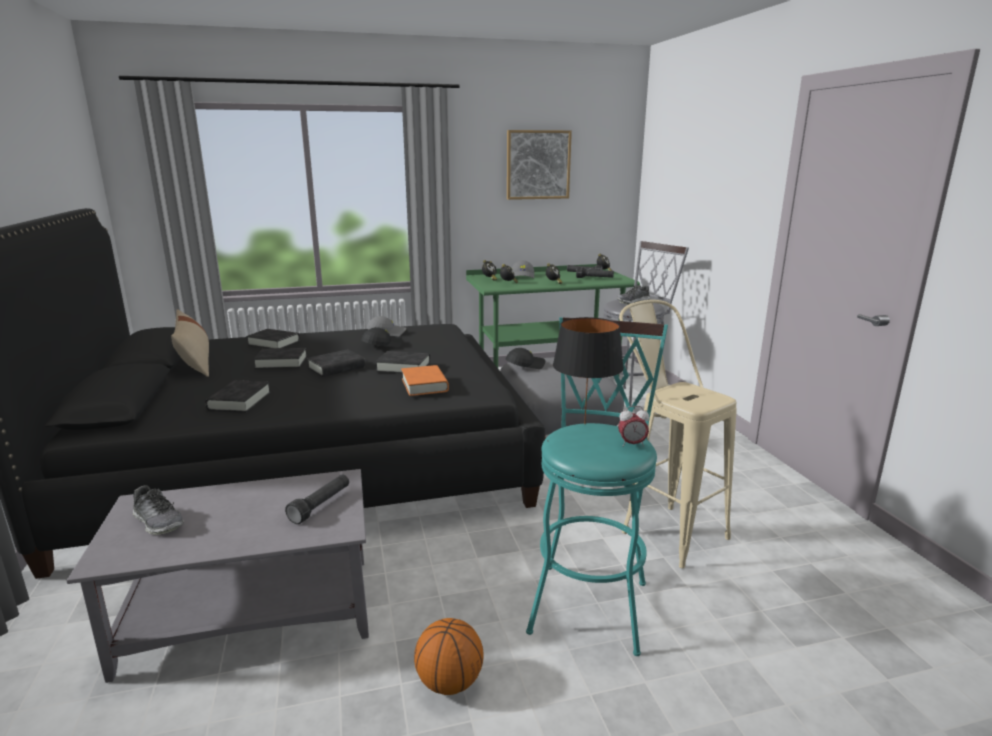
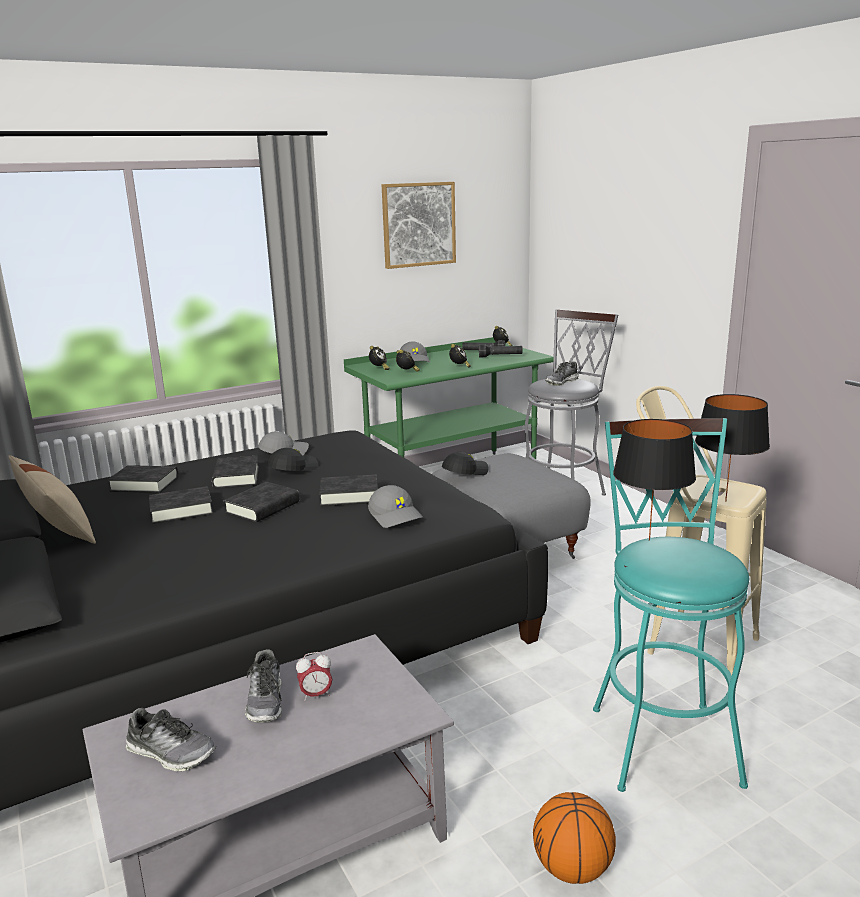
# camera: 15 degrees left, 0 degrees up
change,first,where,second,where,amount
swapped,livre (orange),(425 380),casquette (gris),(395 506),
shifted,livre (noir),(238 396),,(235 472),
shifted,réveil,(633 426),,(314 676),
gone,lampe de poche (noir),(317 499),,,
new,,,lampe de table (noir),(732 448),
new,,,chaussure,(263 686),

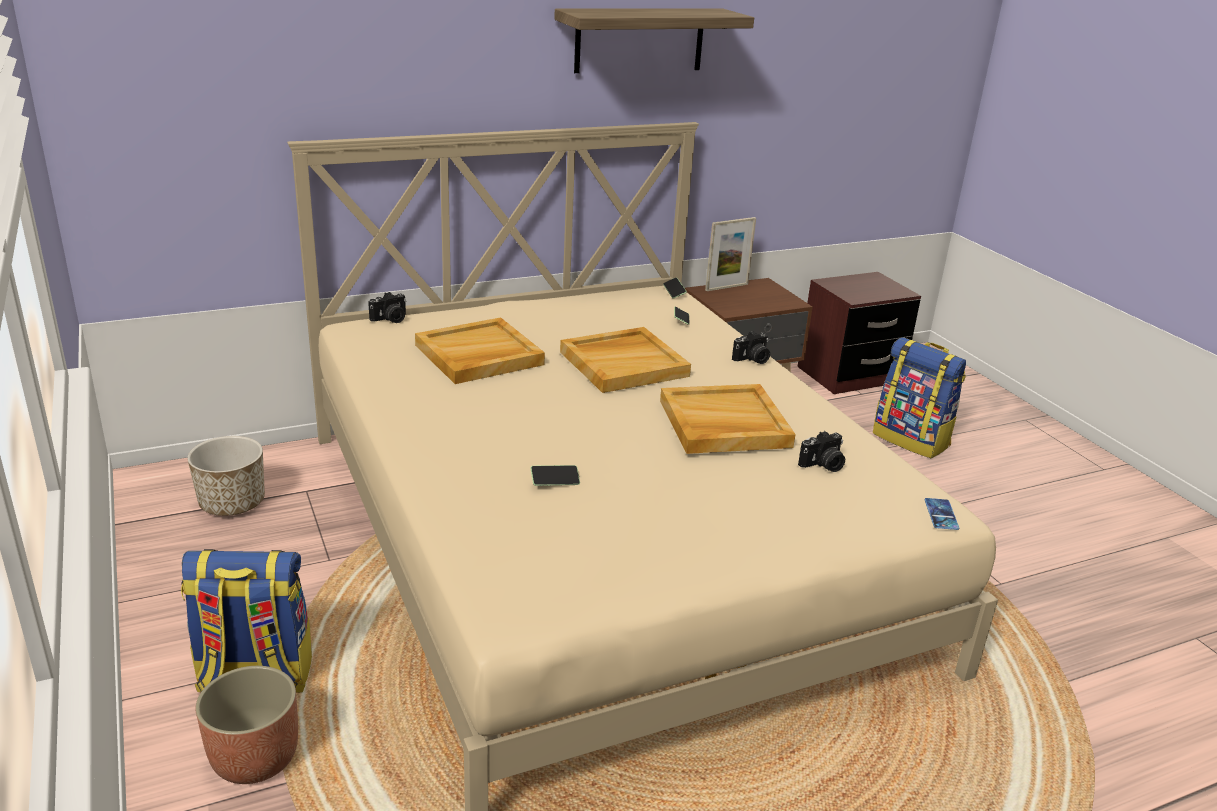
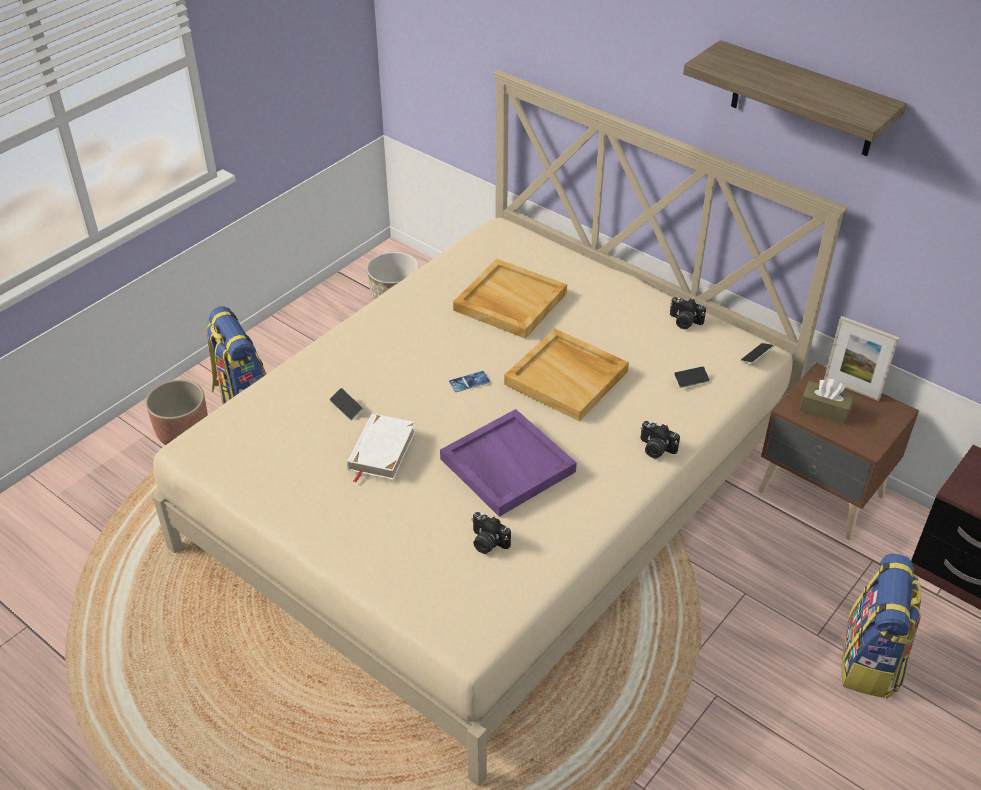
# camera: 65 degrees right, 15 degrees up
change,first,where,second,where,amount
shifted,appareil photo,(387 307),,(688 313),
repainted,plateau (beige),(728 419),plateau (violet),(508 463),
shifted,téléphone,(942 514),,(469 381),
new,,,boîte à mouchoirs (marron),(827 401),
new,,,livre (blanc),(381 447),

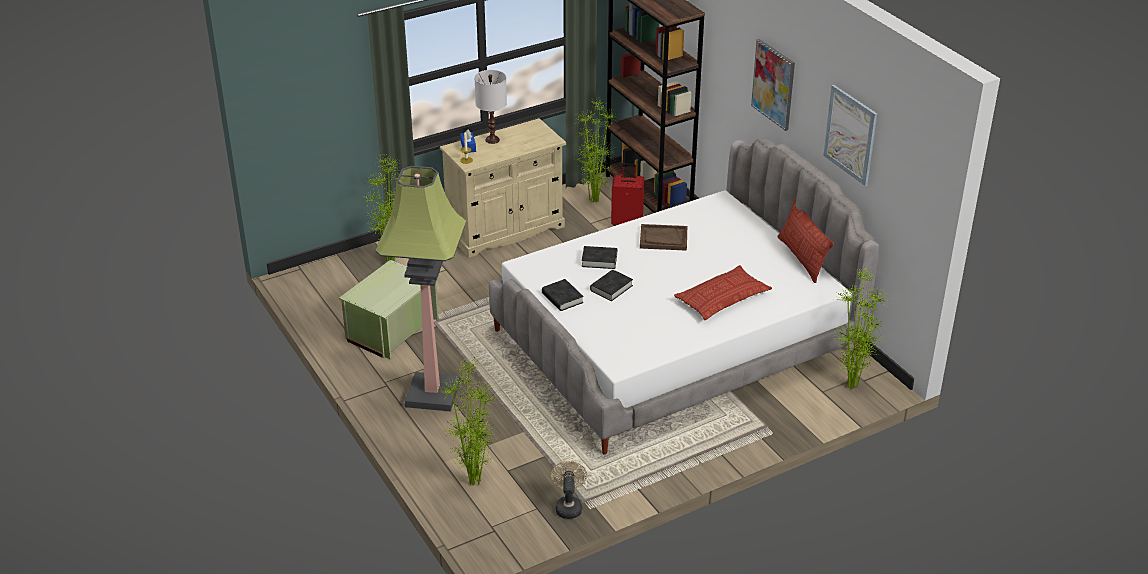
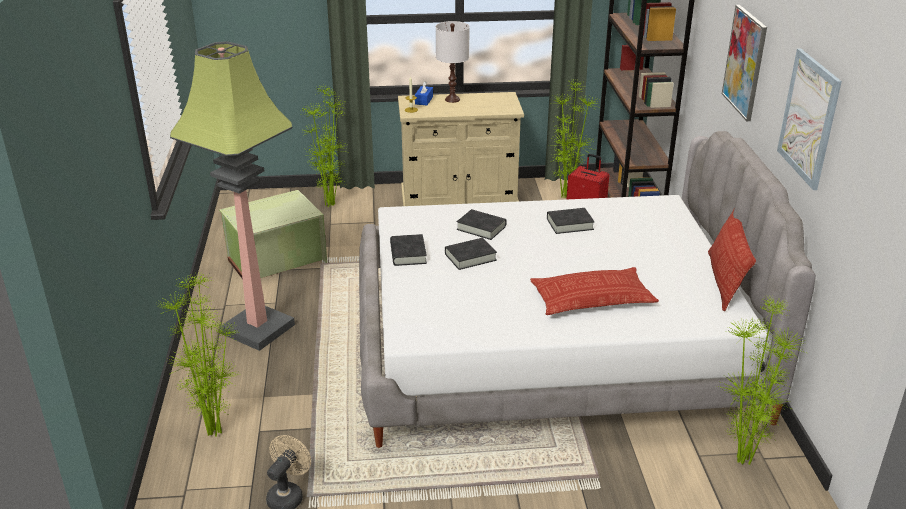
# camera: 25 degrees right, 5 degrees down
change,first,where,second,where,amount
swapped,plateau (marron),(663 237),livre (noir),(571 221),

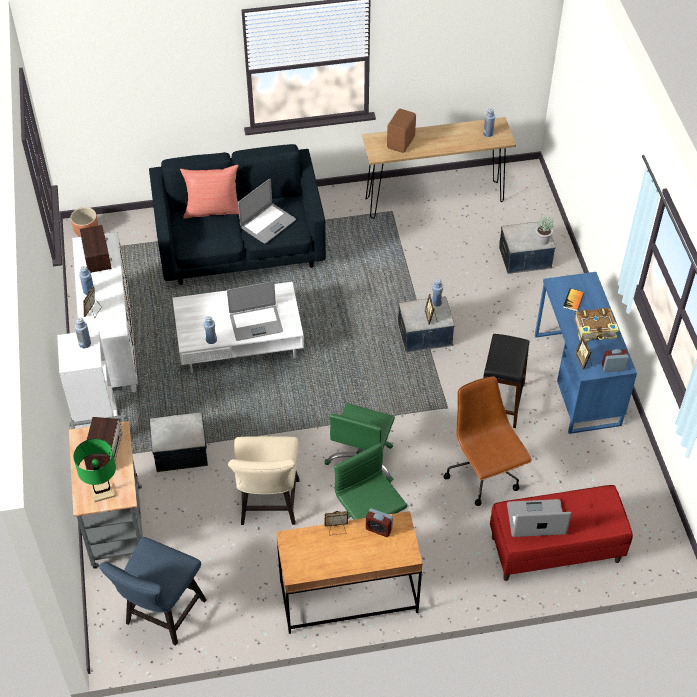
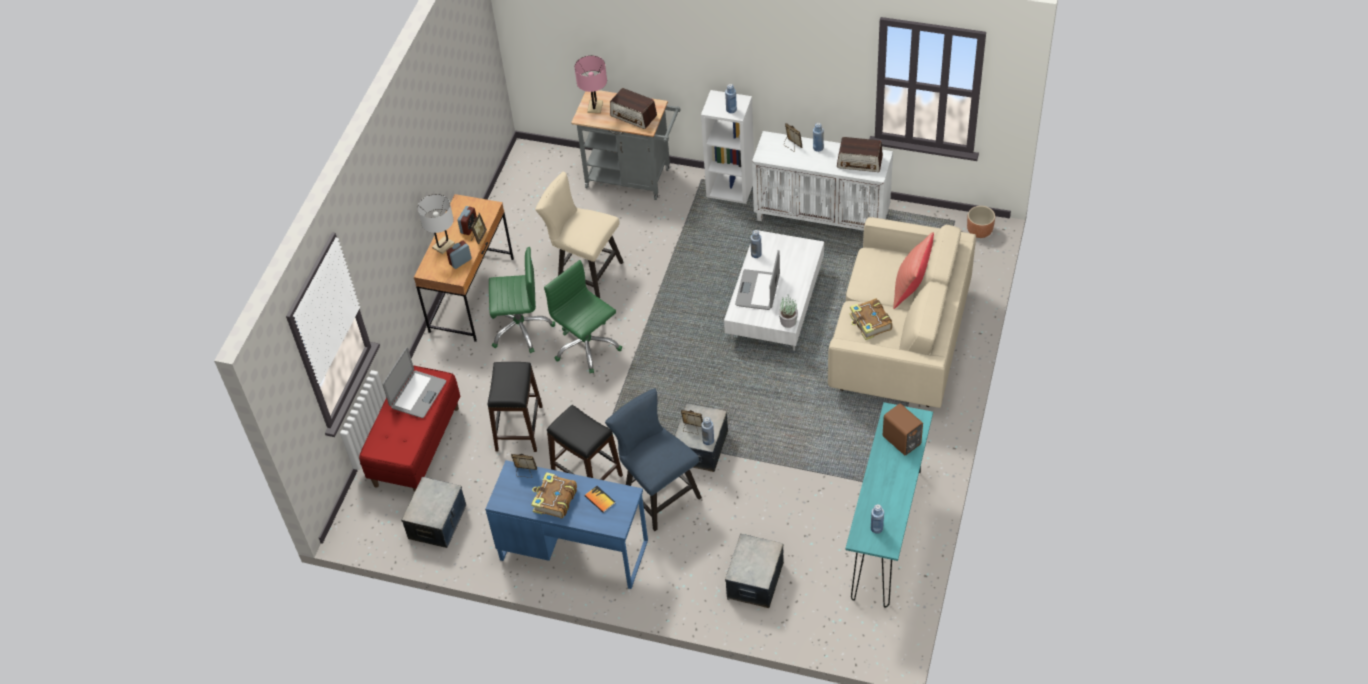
# camera: 120 degrees right, 0 degrees up
change,first,where,second,where,amount
repainted,table console (marron),(439 168),table console (turquoise),(889 505),
repainted,canapé (bleu),(237 214),canapé (beige),(902 312),
swapped,ordinateur portable,(267 211),livre,(871 319),
shifted,plante en pot,(544 230),,(788 312),
shifted,réveil,(615 360),,(467 220),
swapped,chaise de bureau (marron),(488 441),tabouret (noir),(515 407),
shifted,boîte de rangement,(179 442),,(433 512),
repainted,lampe de table (vert),(94 470),lampe de table (rose),(590 84),
shifted,chaise (bleu),(153 591),,(653 459),
new,,,lampe de table (blanc),(436 224),

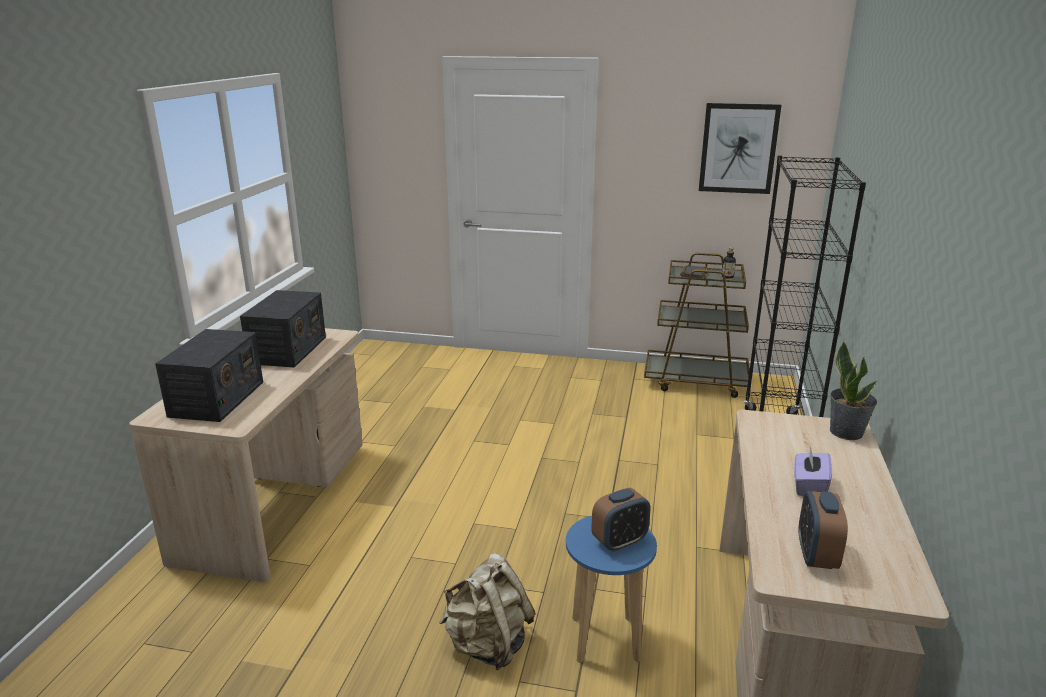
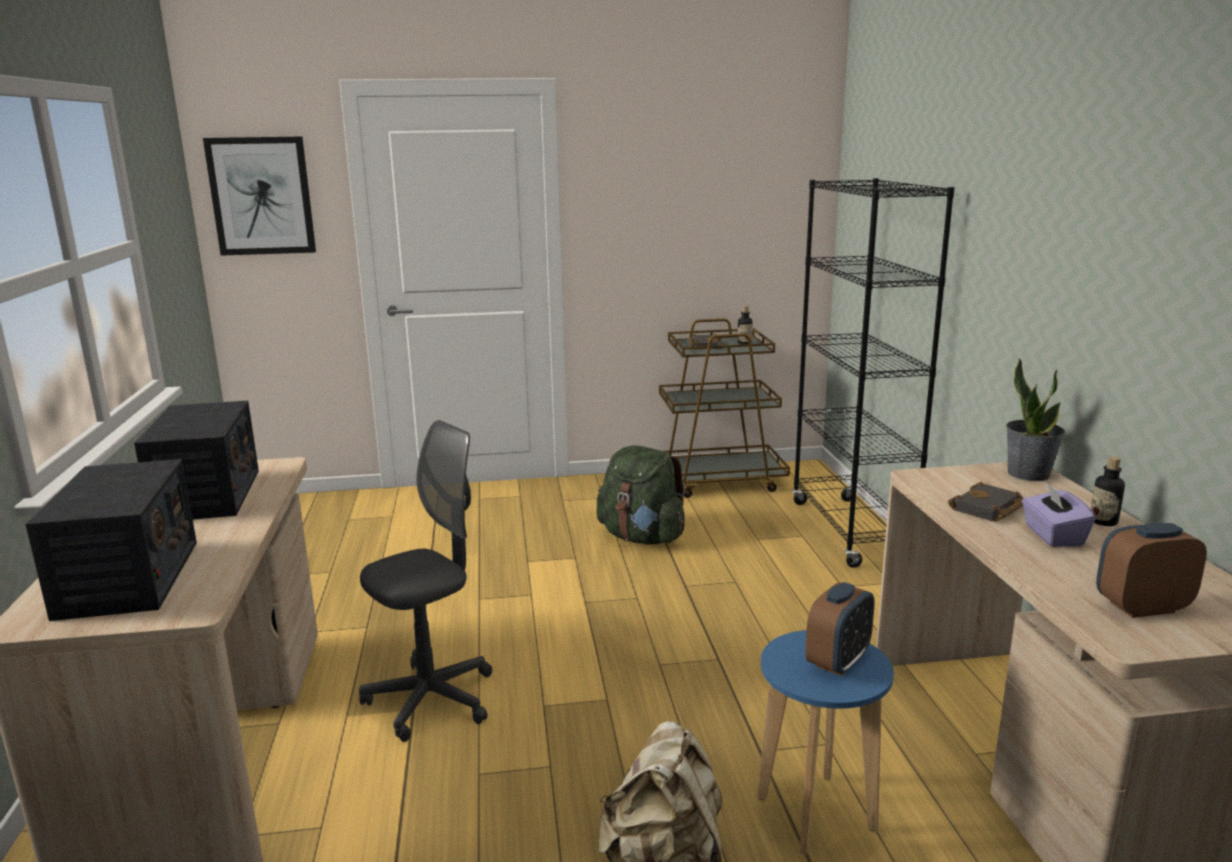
# camera: 20 degrees left, 5 degrees down
change,first,where,second,where,amount
shifted,tableau,(740 148),,(259 196),
rotated,réveil,(823 530),,(1151 570),90 degrees clockwise
new,,,chaise de bureau (gris),(425 581),
new,,,sac à dos (vert),(641 494),
new,,,bouteille,(1108 491),
new,,,livre (noir),(985 502),

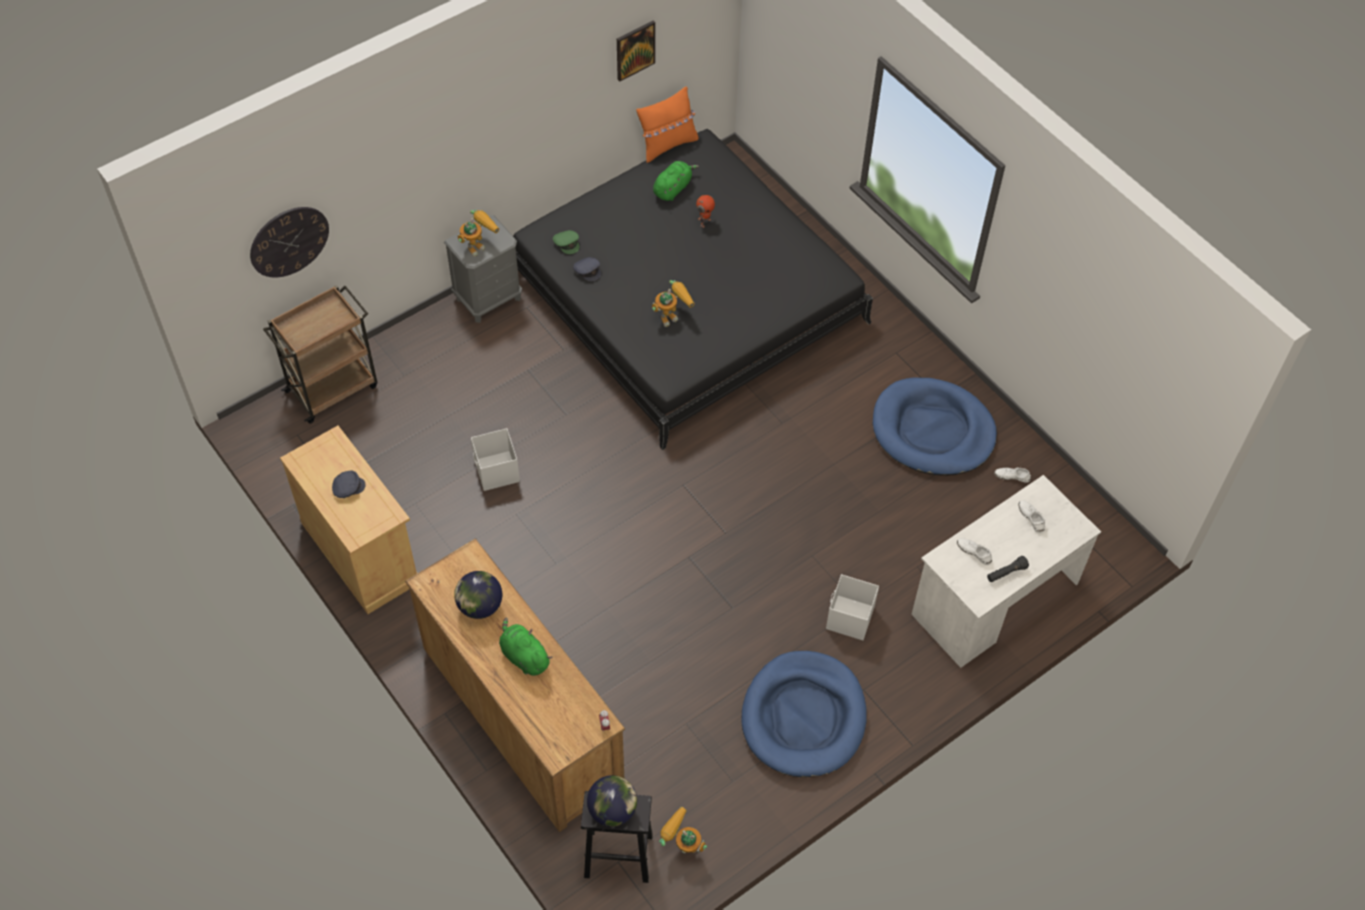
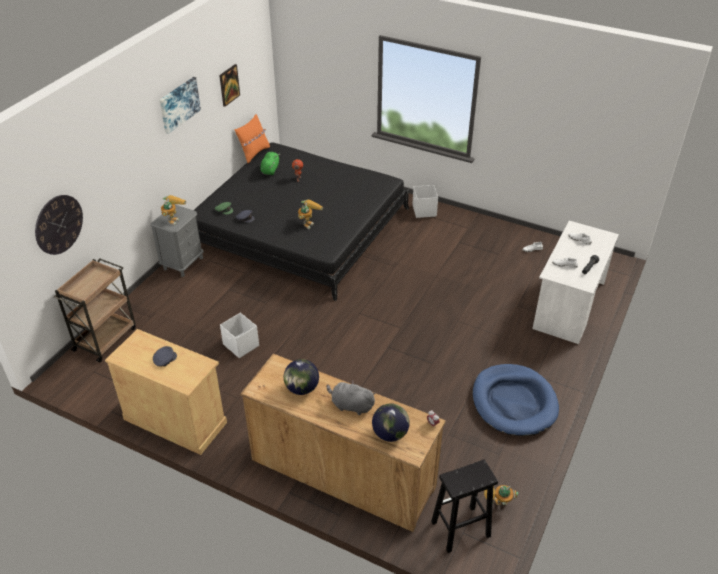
# camera: 25 degrees left, 15 degrees down
change,first,where,second,where,amount
gone,panier pour chien (bleu),(935 427),,,
shifted,boîte de rangement (blanc),(852 607),,(425 201),
repainted,peluche (vert),(526 647),peluche (gris),(351 397),
shifted,globe,(612 801),,(391 422),
new,,,tableau,(180 105),

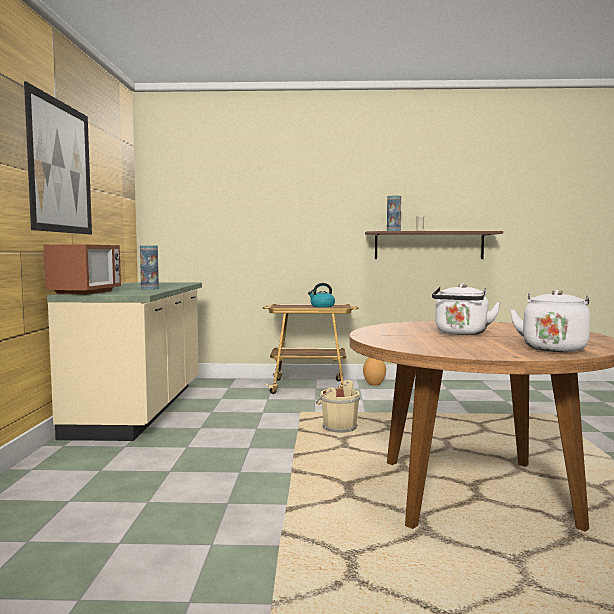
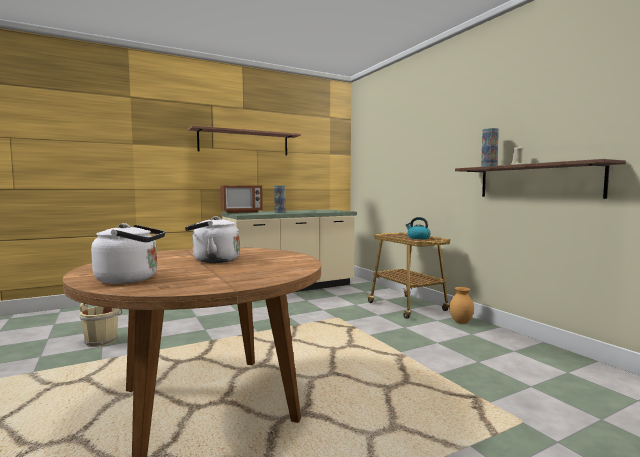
# camera: 60 degrees right, 0 degrees up
change,first,where,second,where,amount
swapped,tableau,(58 158),étagère,(244 140),
shifted,seau (beige),(338 406),,(100 325),

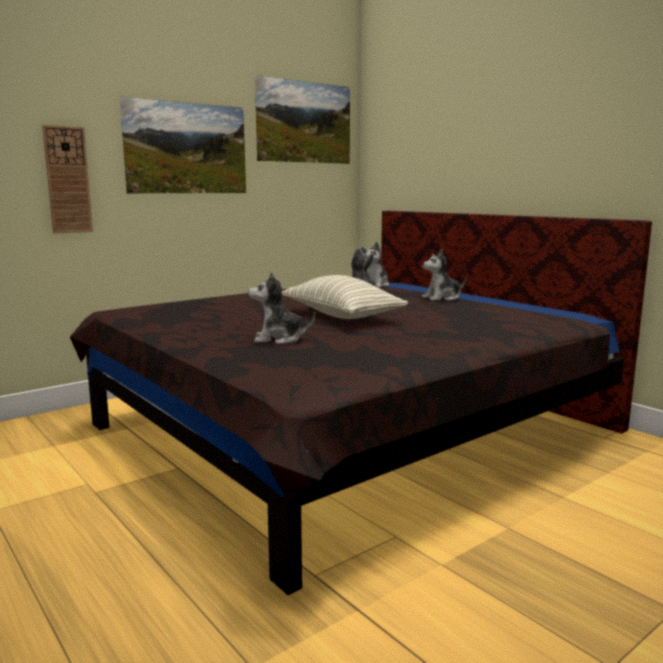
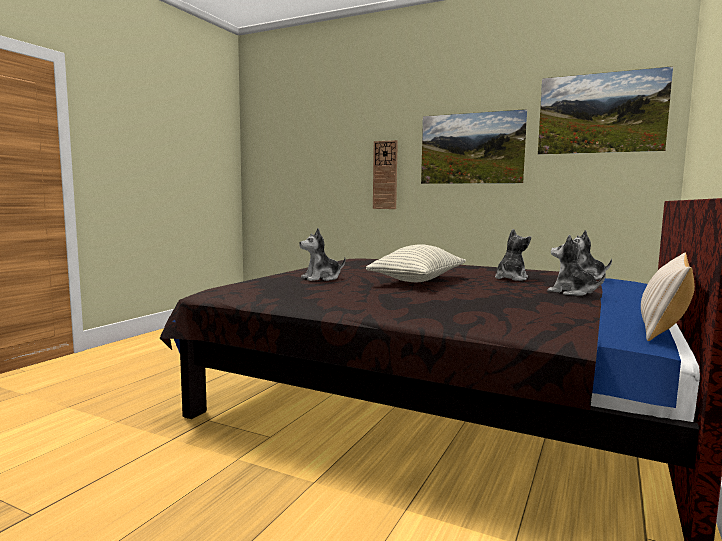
# camera: 65 degrees right, 5 degrees down
change,first,where,second,where,amount
rotated,peluche,(281 308),,(322 254),90 degrees counterclockwise
new,,,coussin (beige),(668 297),

